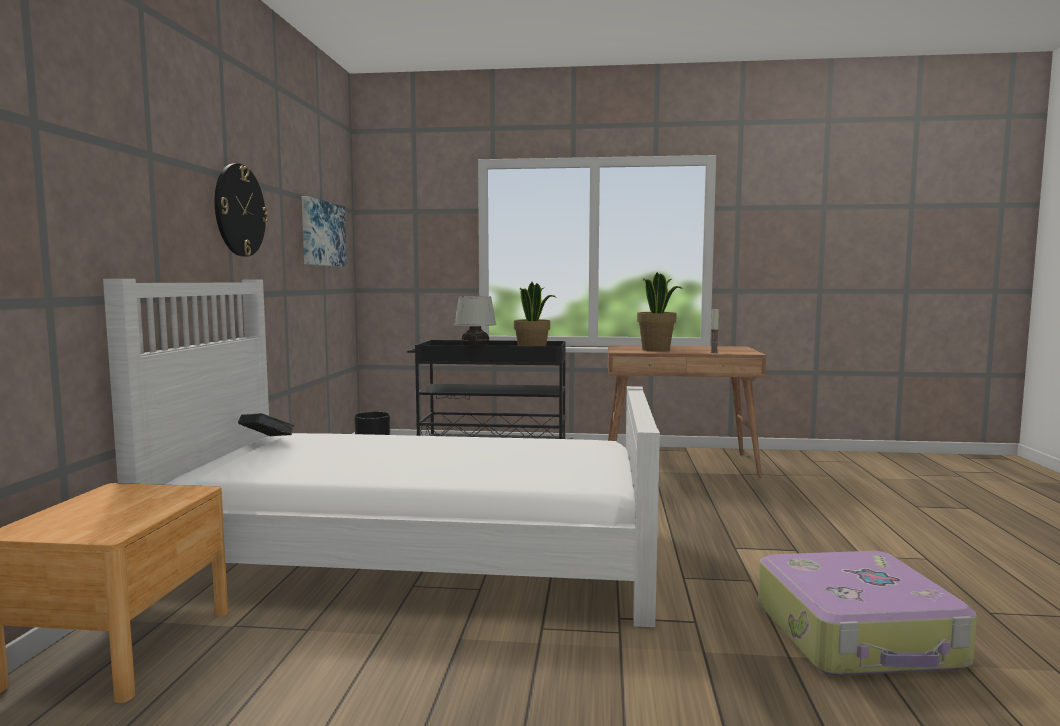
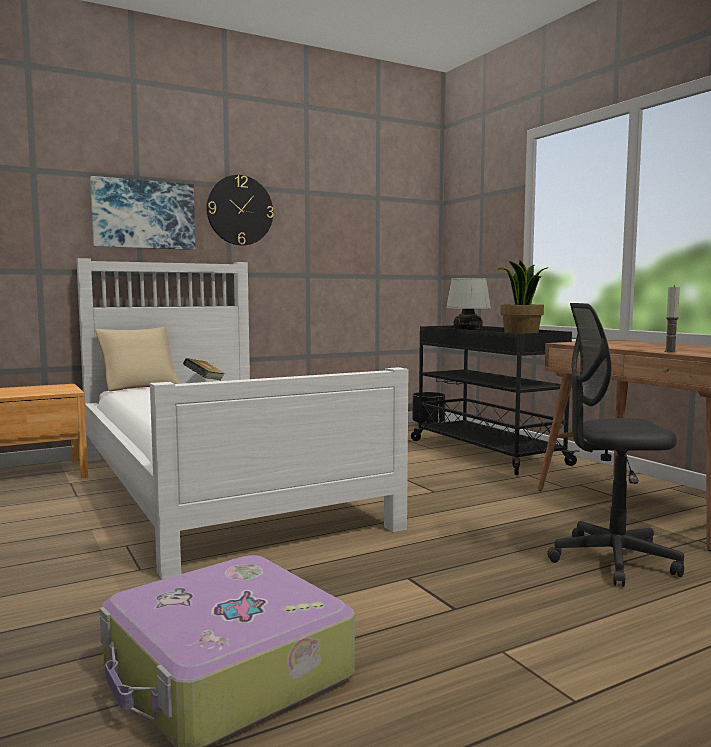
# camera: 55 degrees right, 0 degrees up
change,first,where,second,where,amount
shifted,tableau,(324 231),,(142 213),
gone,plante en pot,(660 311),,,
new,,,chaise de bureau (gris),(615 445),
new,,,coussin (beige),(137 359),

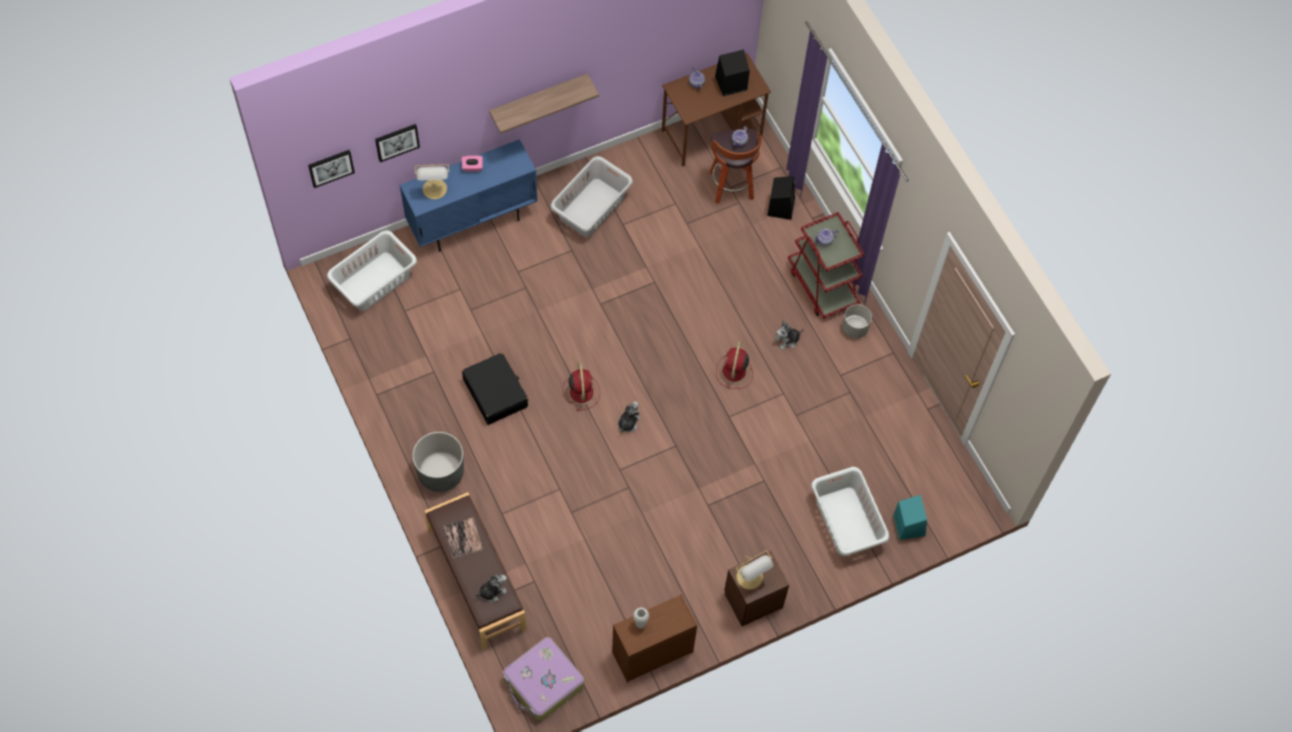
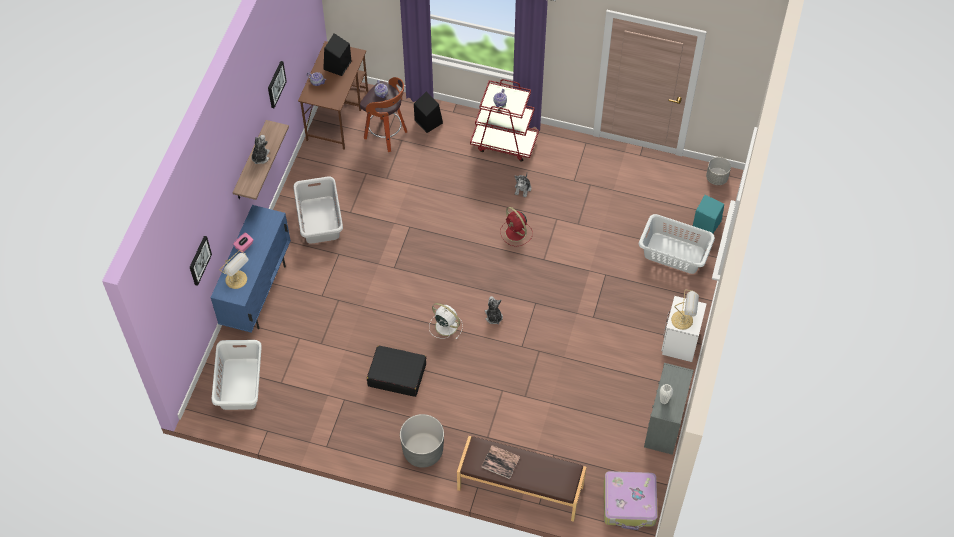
# camera: 45 degrees left, 5 degrees down
change,first,where,second,where,amount
shifted,tableau,(331 169),,(277 84),
shifted,cache-pot (gris),(857 321),,(718 171),
repainted,ventilateur (rouge),(581 386),ventilateur (blanc),(446 321),
repainted,table de chevet (marron),(757 588),table de chevet (blanc),(683 329),
shifted,peluche,(491 588),,(260 149),
repainted,commode (marron),(654 638),commode (gris),(669 409),

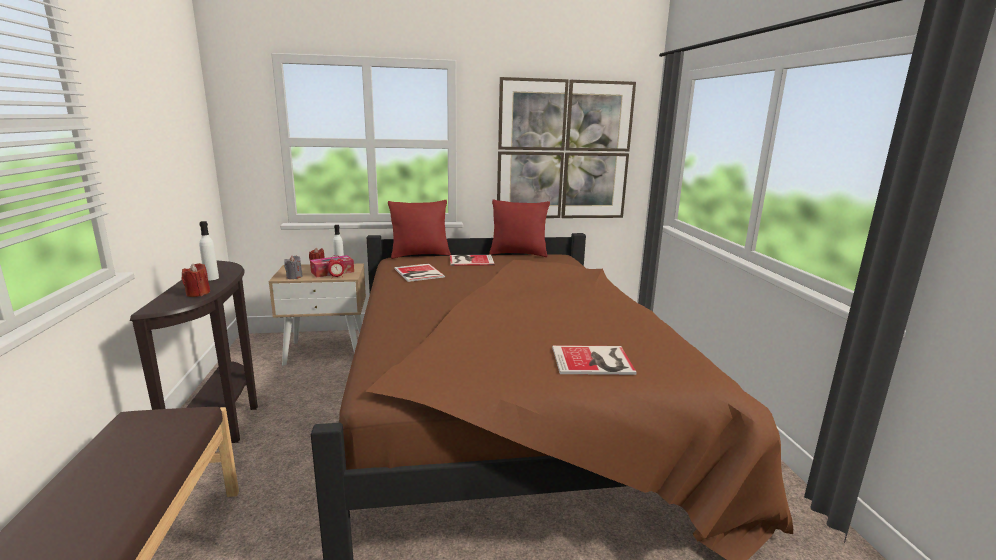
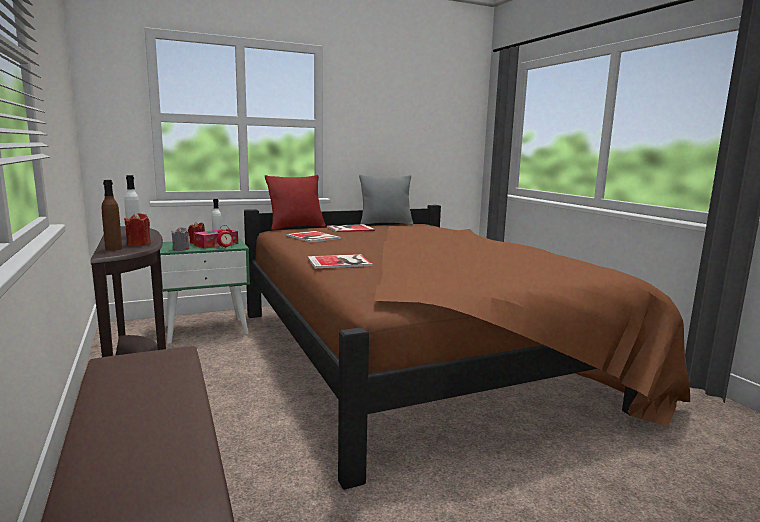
# camera: 15 degrees left, 5 degrees down
change,first,where,second,where,amount
gone,tableau,(566 147),,,
repainted,coussin (rouge),(519 228),coussin (gris),(386 199),
repainted,table de chevet (beige),(317 314),table de chevet (vert),(205 291),
shifted,livre,(594 360),,(340 261),
new,,,bouteille (marron),(112 215),

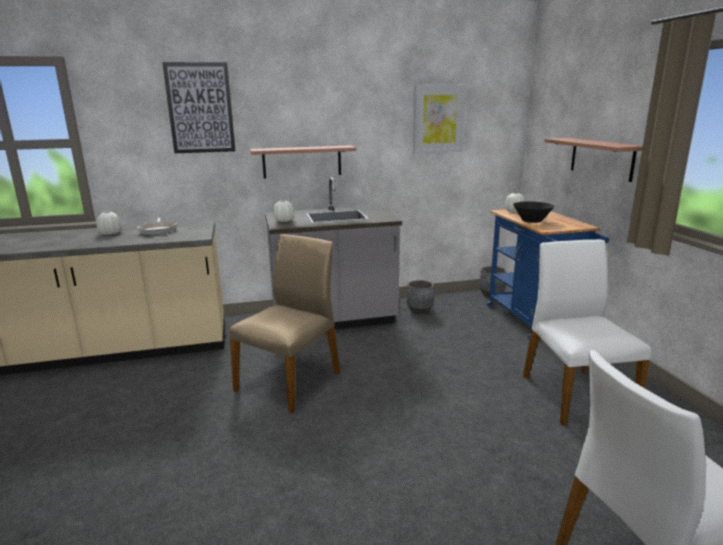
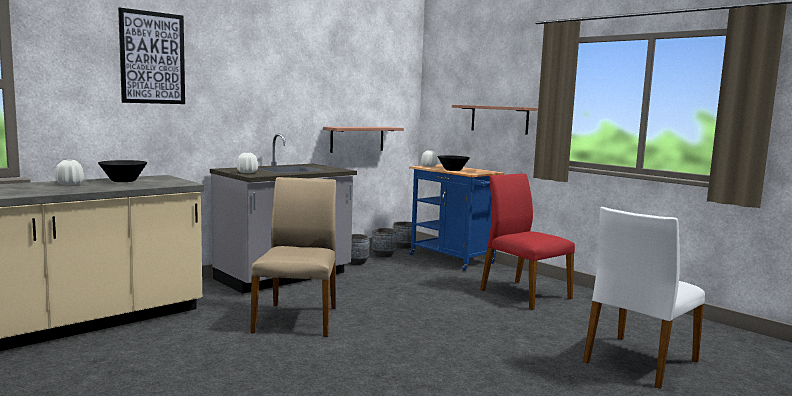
# camera: 30 degrees left, 10 degrees down
change,first,where,second,where,amount
gone,tableau,(439 119),,,
shifted,étagère,(303 161),,(363 140),
swapped,poêle,(157 226),bol (noir),(123 171),
repainted,chaise (blanc),(587 333),chaise (rouge),(527 241),
new,,,cache-pot (gris),(384 242),

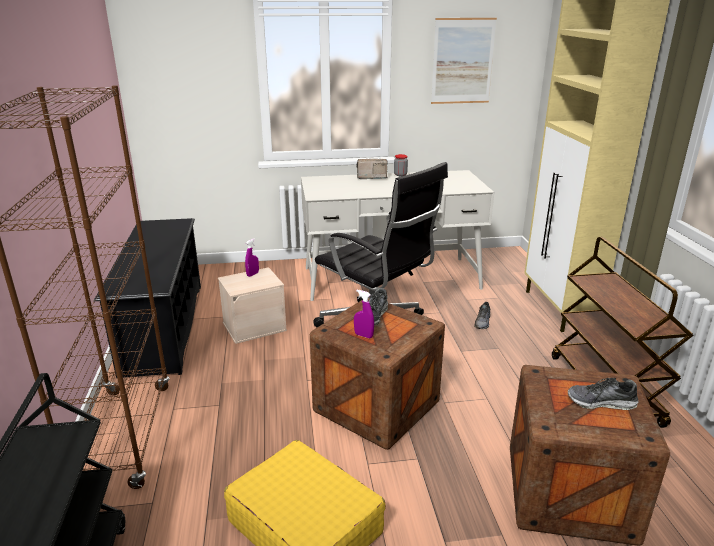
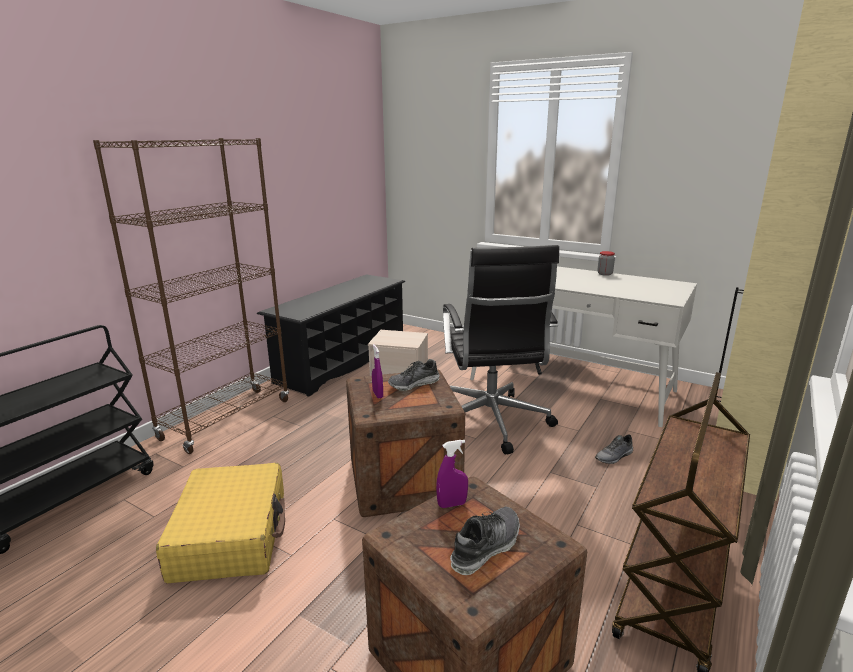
# camera: 40 degrees right, 5 degrees down
change,first,where,second,where,amount
gone,tableau,(464 61),,,
gone,radio,(372 169),,,
shifted,vaporisateur (violet),(252 257),,(452 474),
rotated,chaussure,(603 394),,(485 541),90 degrees clockwise

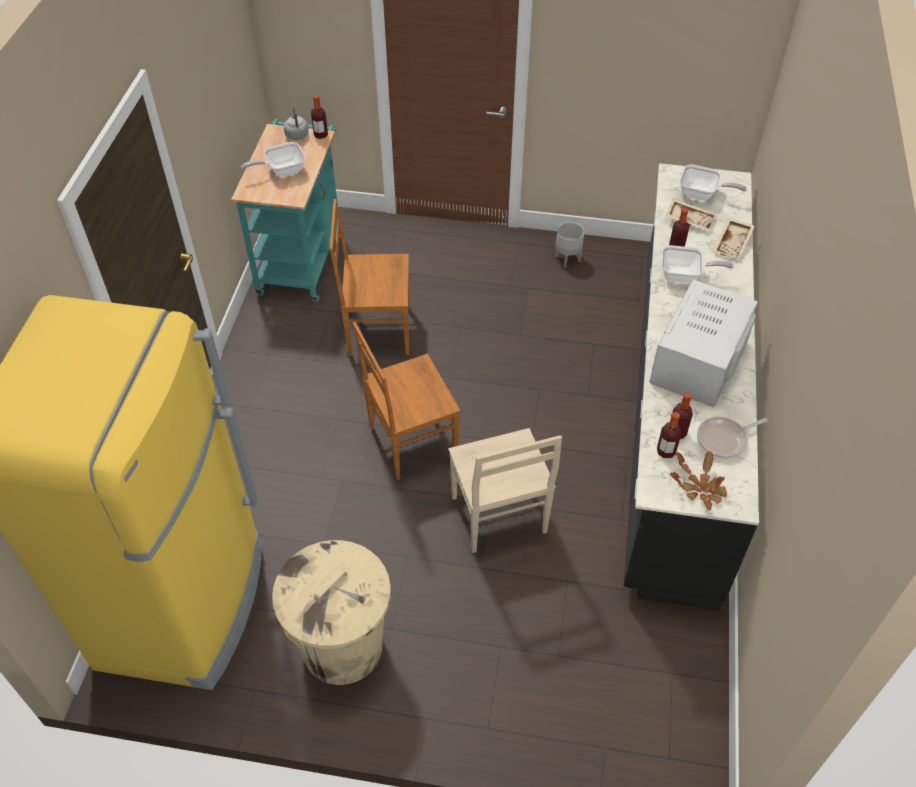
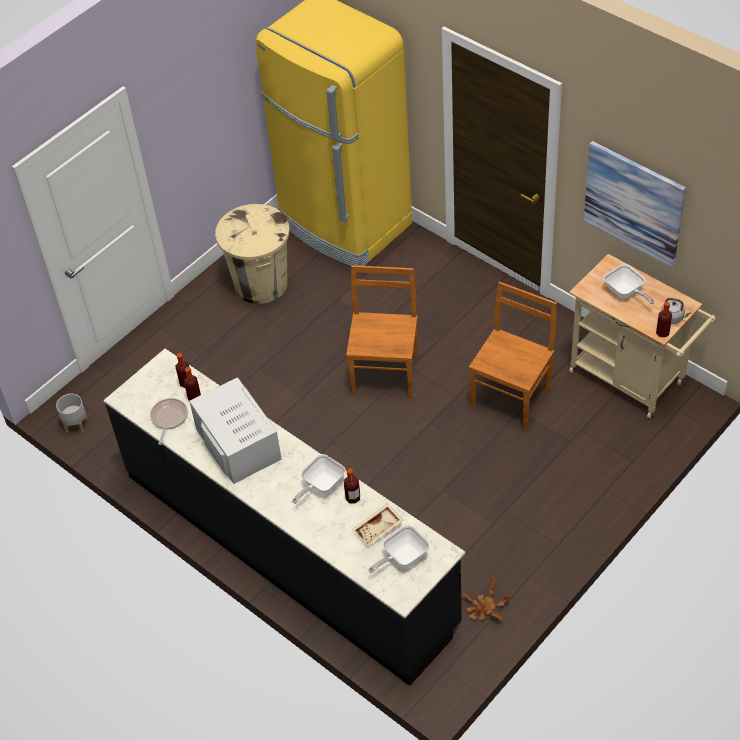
# camera: 125 degrees right, 0 degrees up
change,first,where,second,where,amount
repainted,chariot (turquoise),(285 210),chariot (beige),(642 336),
rotated,poêle,(273 159),,(629 284),135 degrees clockwise
gone,plateau (beige),(734 238),,,
shifted,cache-pot (gris),(569 244),,(71 413),
gone,chaise (beige),(505 490),,,
shifted,plante en pot,(698 480),,(486 599),
new,,,tableau,(635 204),

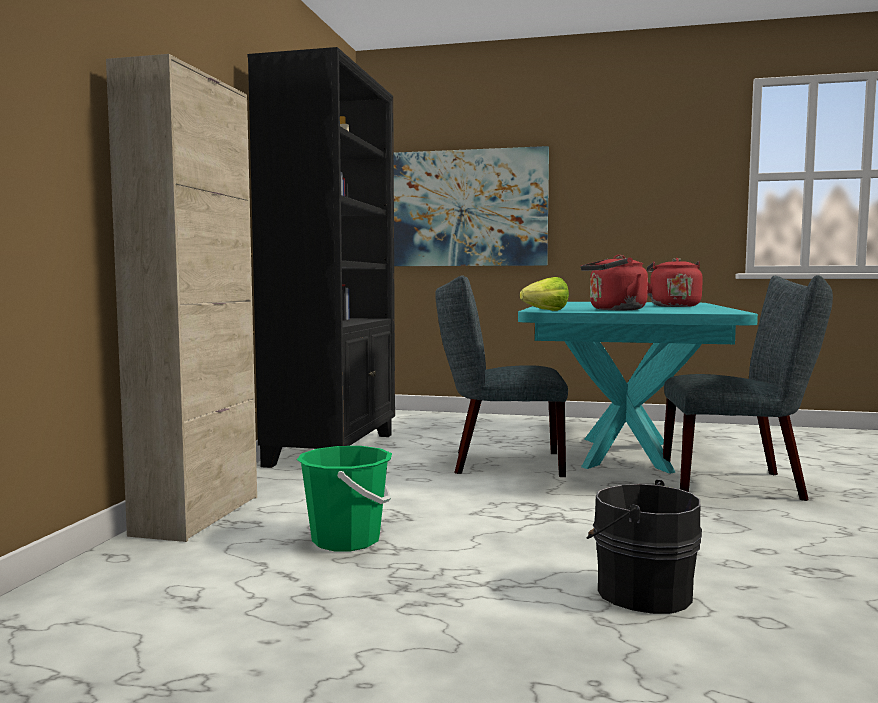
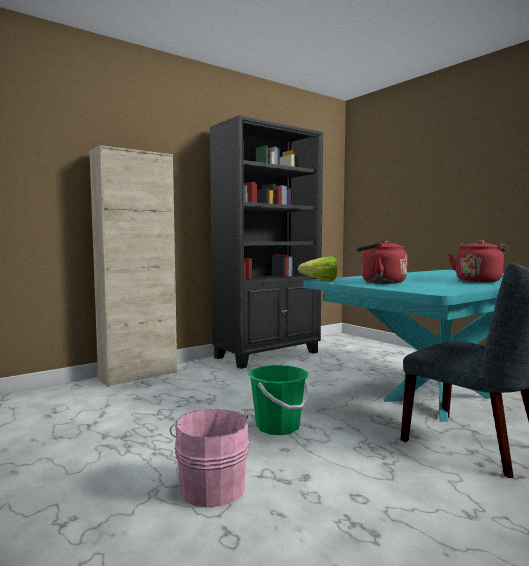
# camera: 40 degrees right, 0 degrees up
change,first,where,second,where,amount
gone,tableau,(471 206),,,
gone,chaise (gris),(501 376),,,
shifted,seau (vert),(344 498),,(278 400),
repainted,seau (noir),(644 546),seau (rose),(209 458),

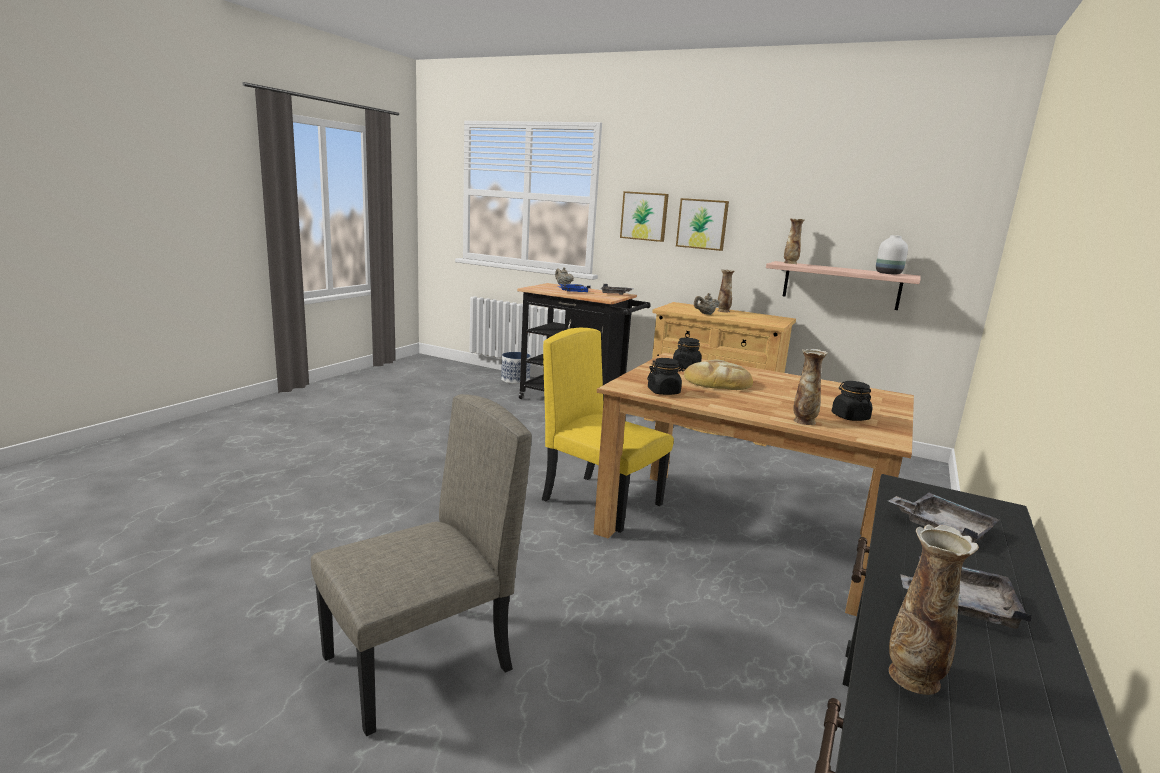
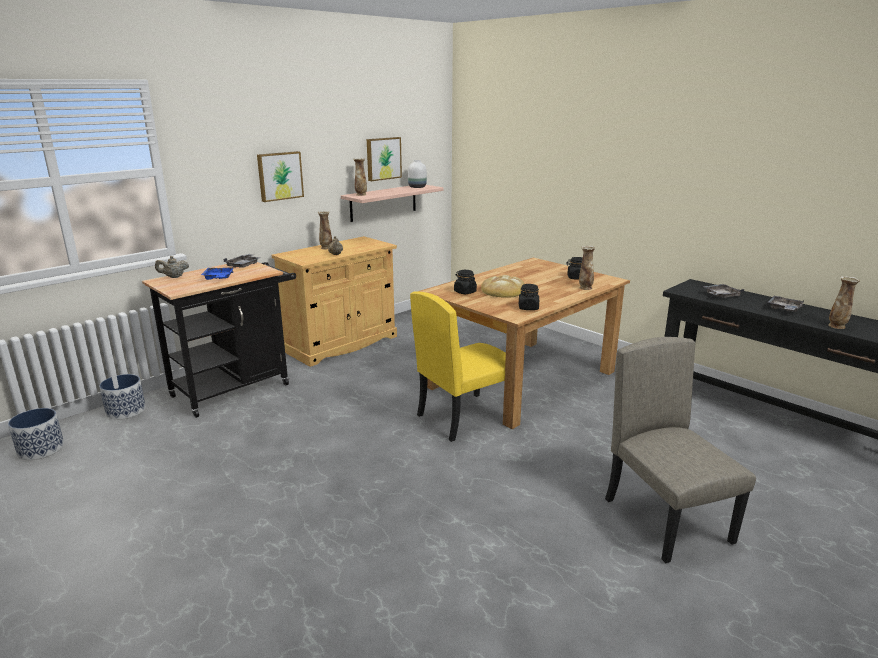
# camera: 70 degrees left, 5 degrees up
change,first,where,second,where,amount
shifted,tableau,(644 216),,(384 159),
new,,,cache-pot,(36 434),

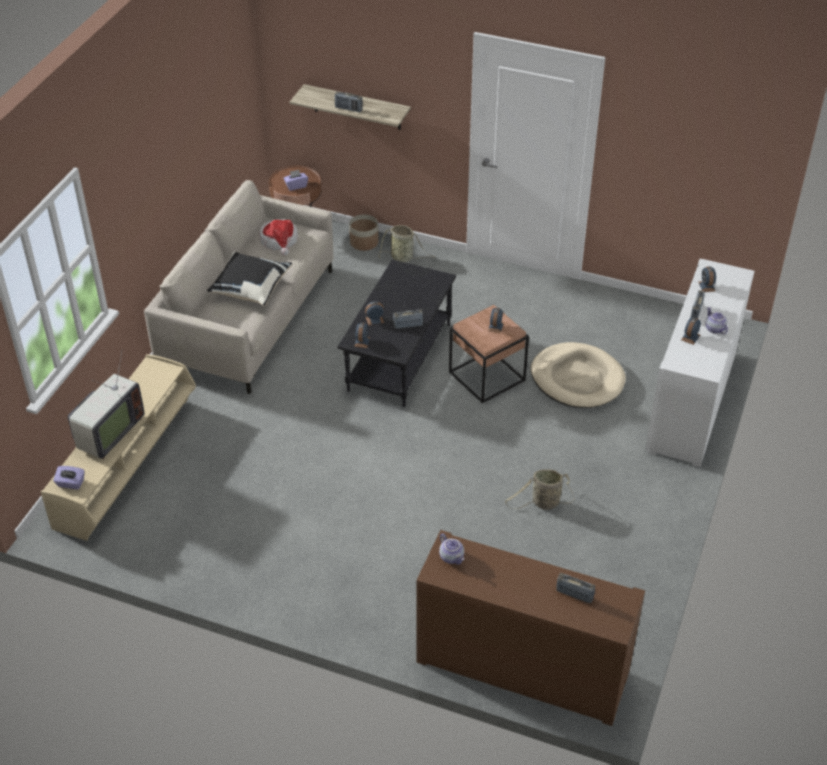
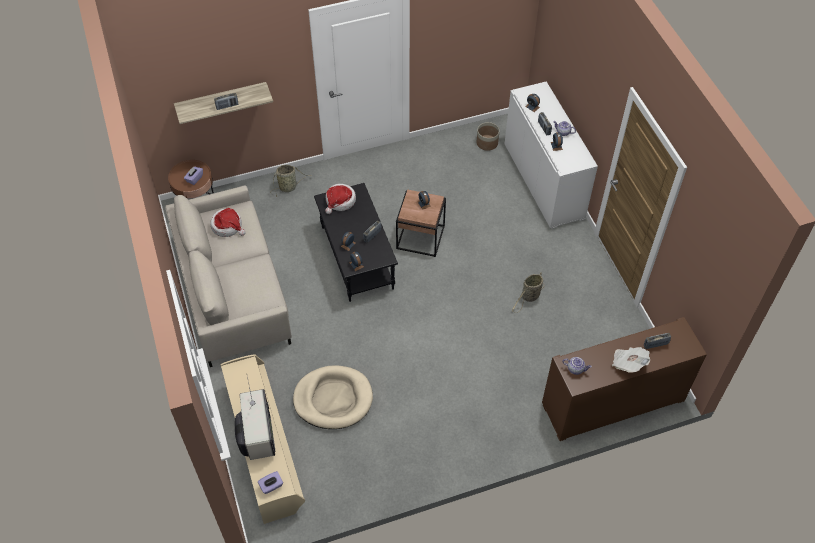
# camera: 40 degrees left, 10 degrees up
change,first,where,second,where,amount
shifted,cache-pot,(364 232),,(487 136),
gone,coussin (noir),(249 278),,,
shifted,panier pour chien (beige),(578 375),,(333 397),
new,,,chapeau,(340 199),
new,,,journal,(631 360),

